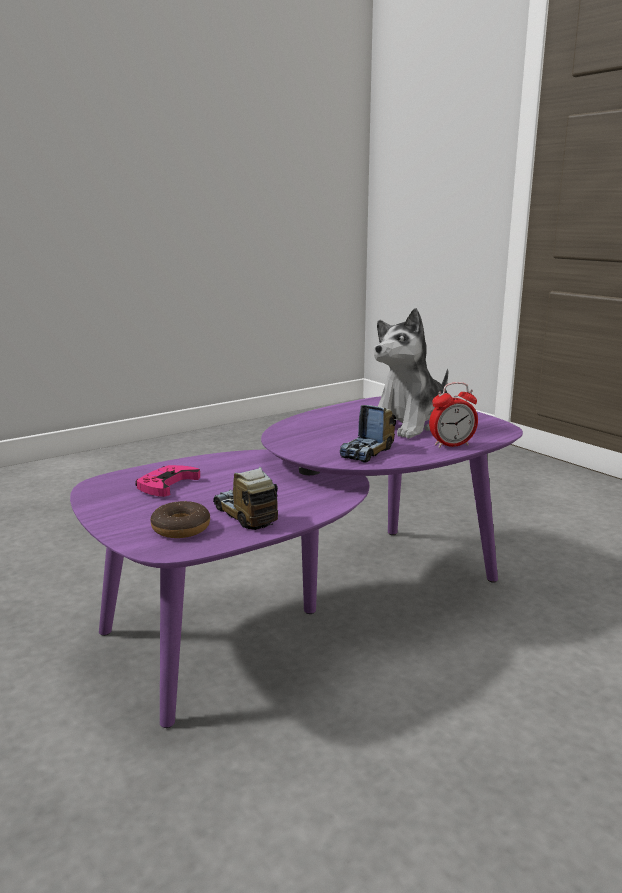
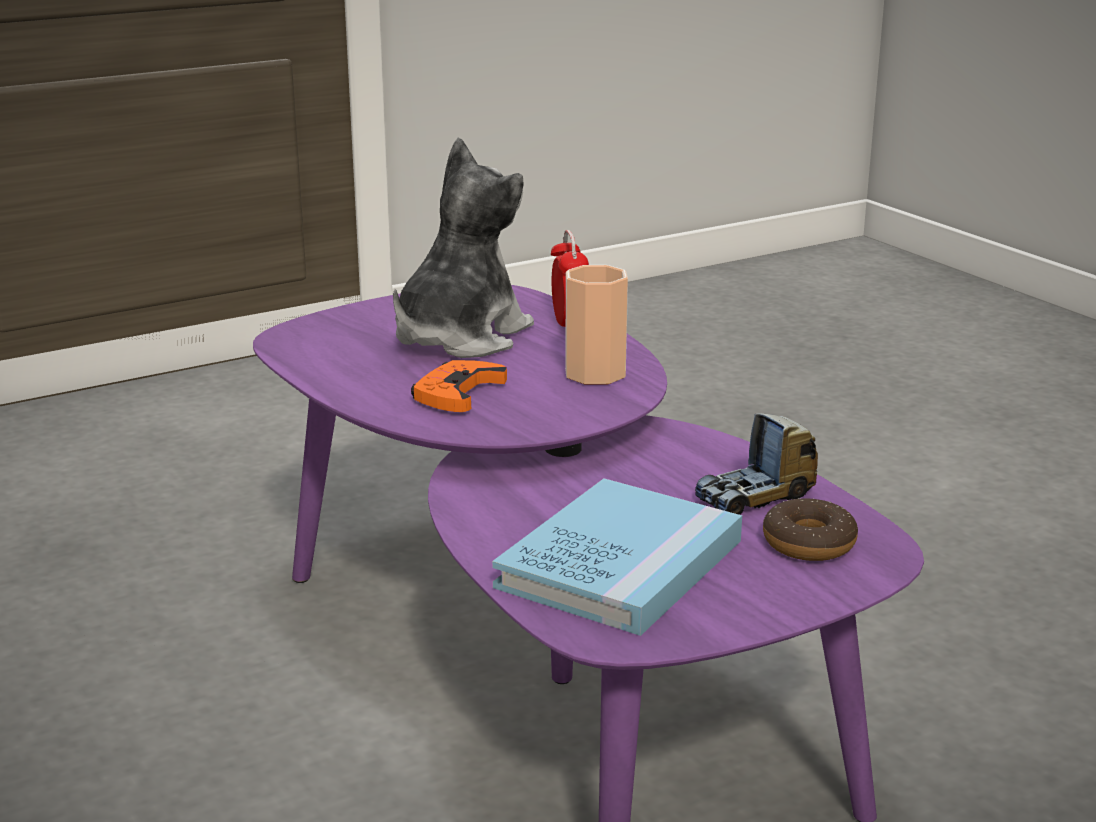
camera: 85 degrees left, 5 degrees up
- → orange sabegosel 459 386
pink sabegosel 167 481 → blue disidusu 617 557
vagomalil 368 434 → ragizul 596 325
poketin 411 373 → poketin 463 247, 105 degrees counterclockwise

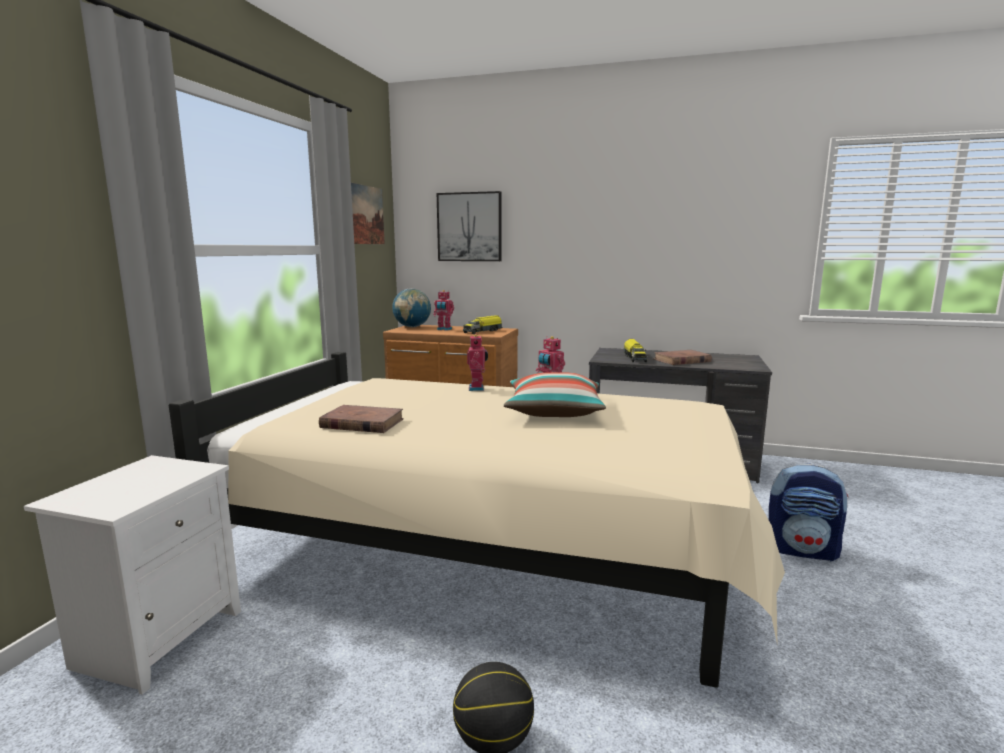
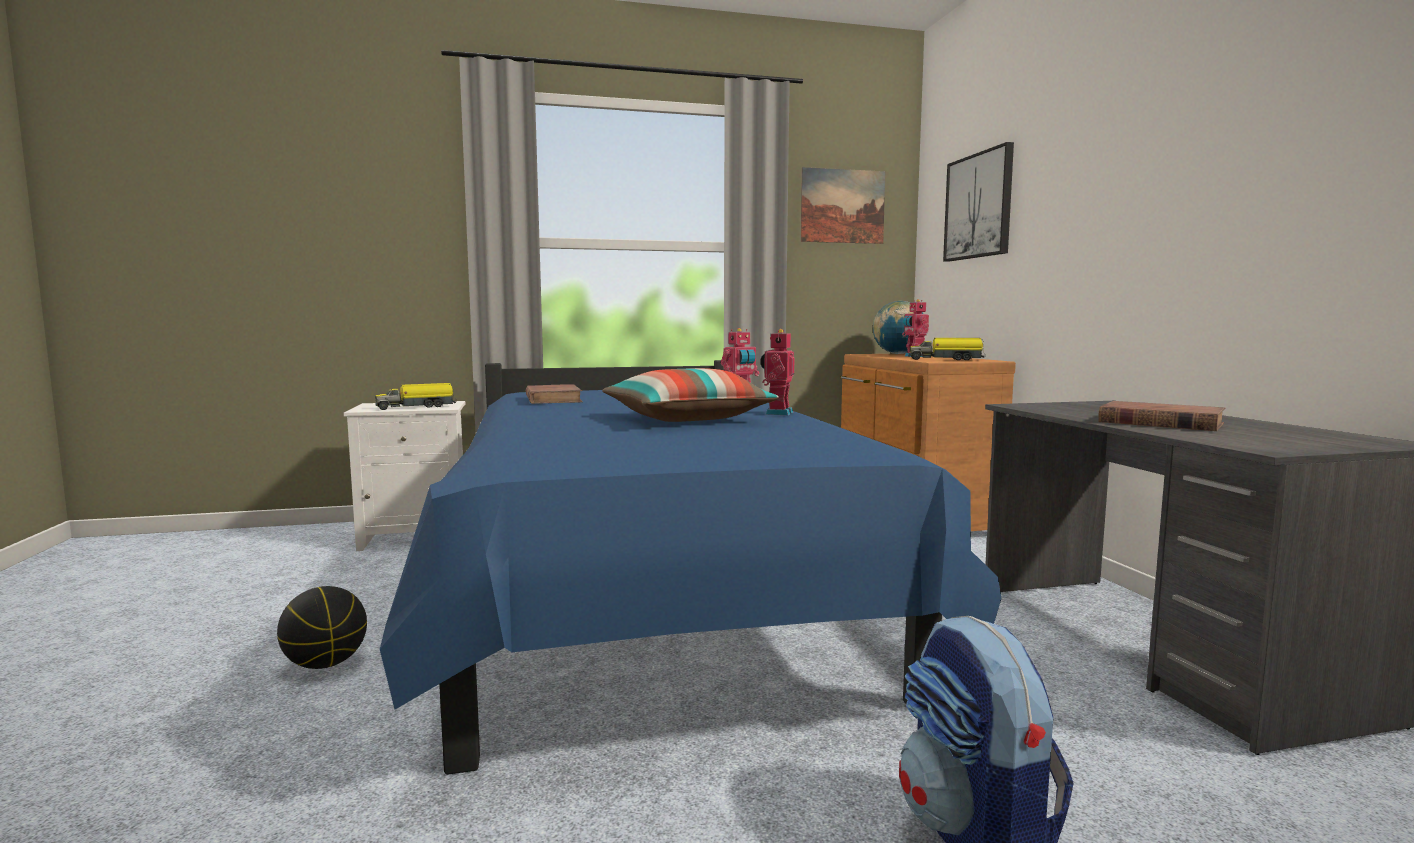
camera: 60 degrees right, 5 degrees down
vagomalil 635 350 → vagomalil 416 396, shifted
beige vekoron 477 520 → blue vekoron 690 567

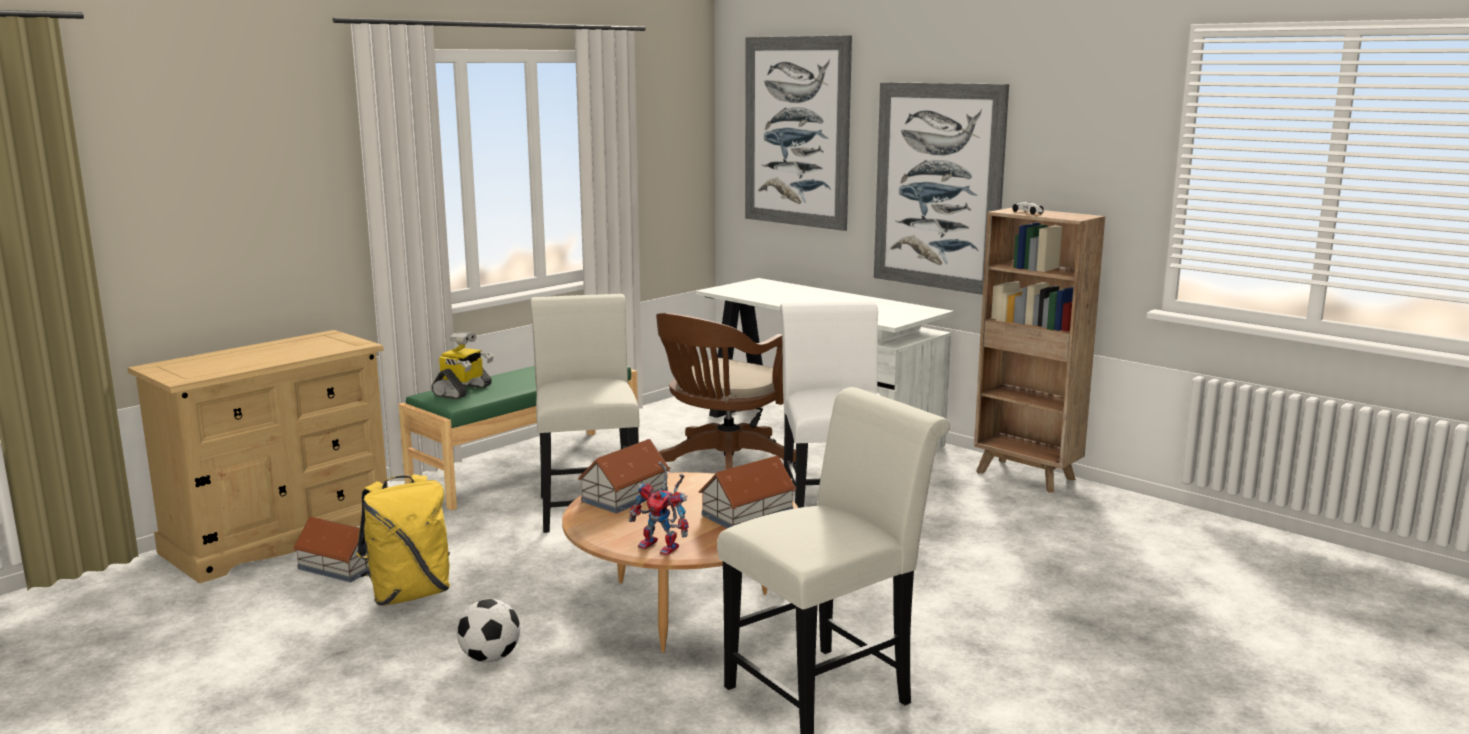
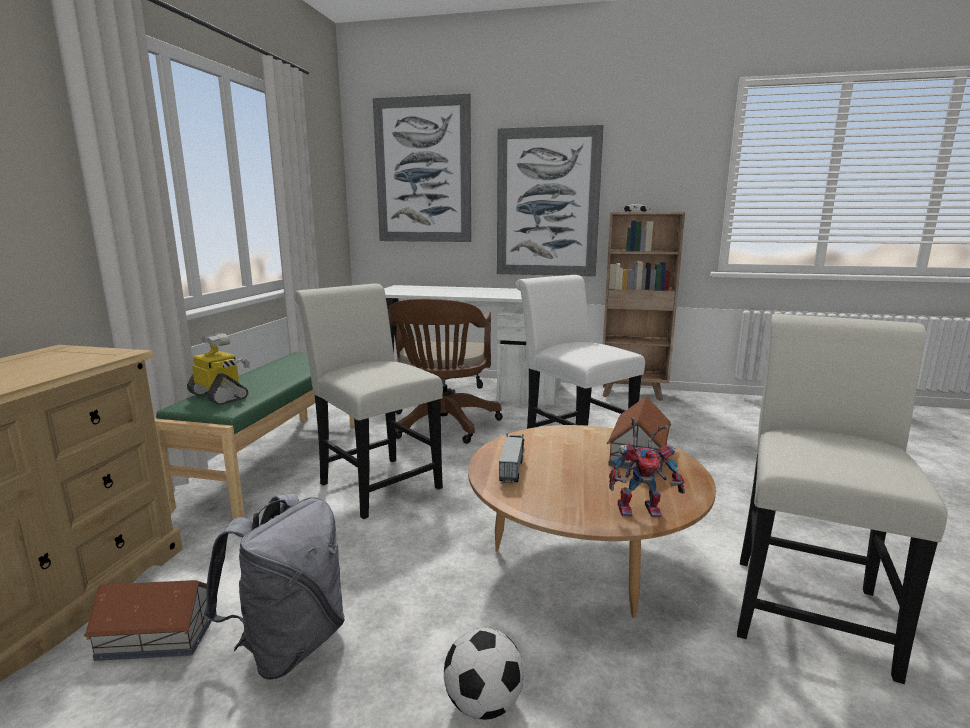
camera: 30 degrees left, 0 degrees up
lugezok 624 476 → vagomalil 511 458
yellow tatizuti 403 540 → grey tatizuti 274 586
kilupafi 462 365 → kilupafi 218 369, 45 degrees counterclockwise

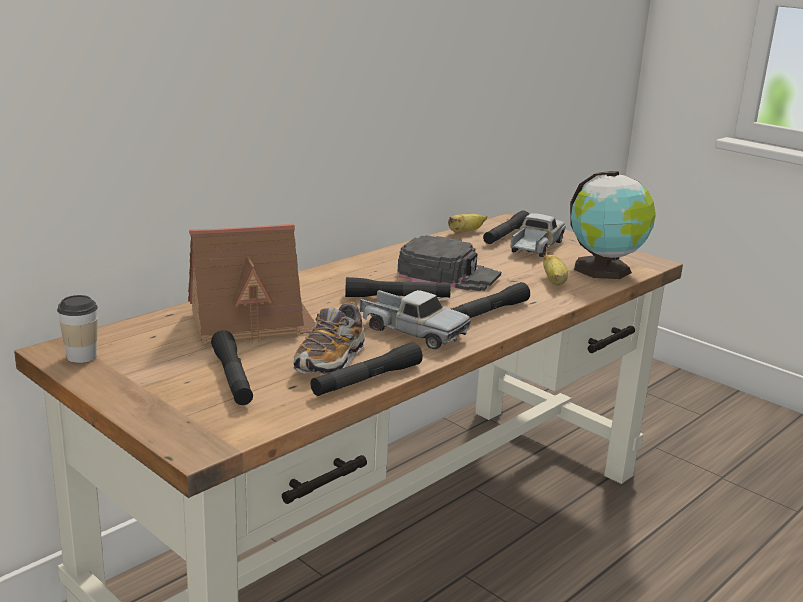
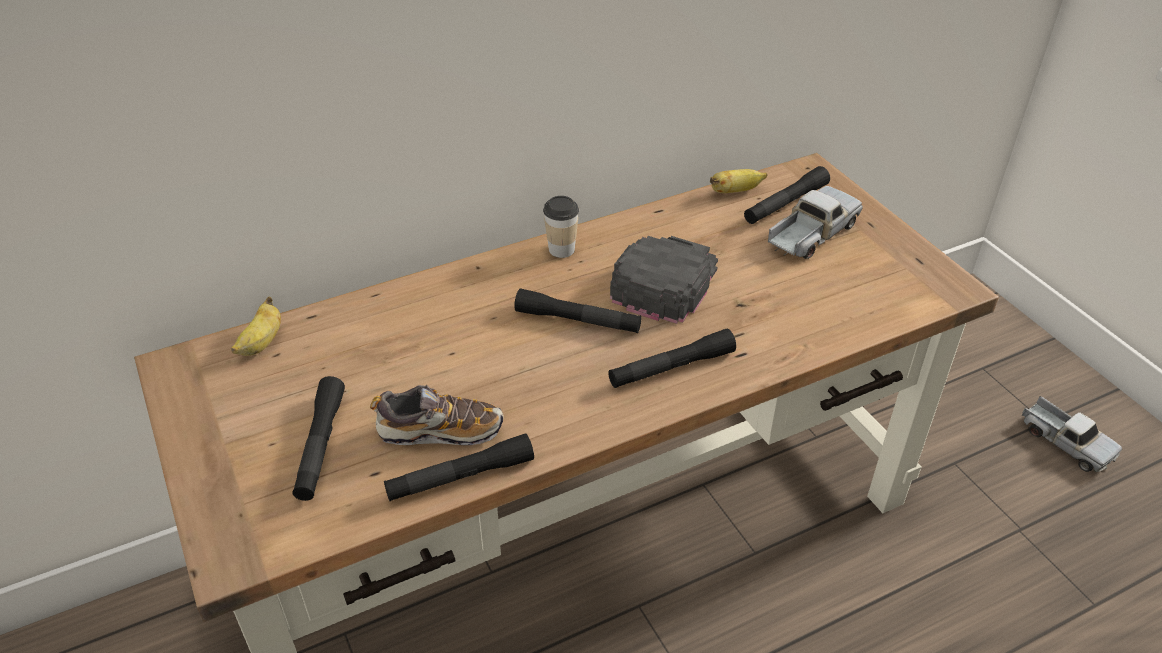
camera: 20 degrees right, 20 degrees up
lugezok 251 284 → -
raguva 613 225 → -
ragizul 77 329 → ragizul 561 227, shifted
vagomalil 415 319 → vagomalil 1072 434, shifted
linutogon 555 268 → linutogon 256 326, shifted
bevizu 329 338 → bevizu 437 415, 135 degrees counterclockwise
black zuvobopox 449 263 → black zuvobopox 664 280, 105 degrees counterclockwise

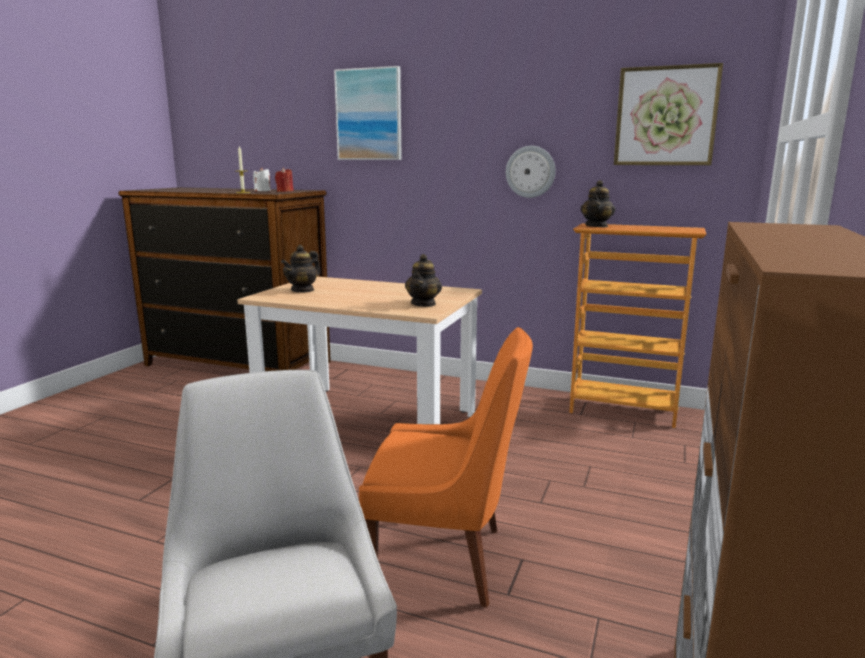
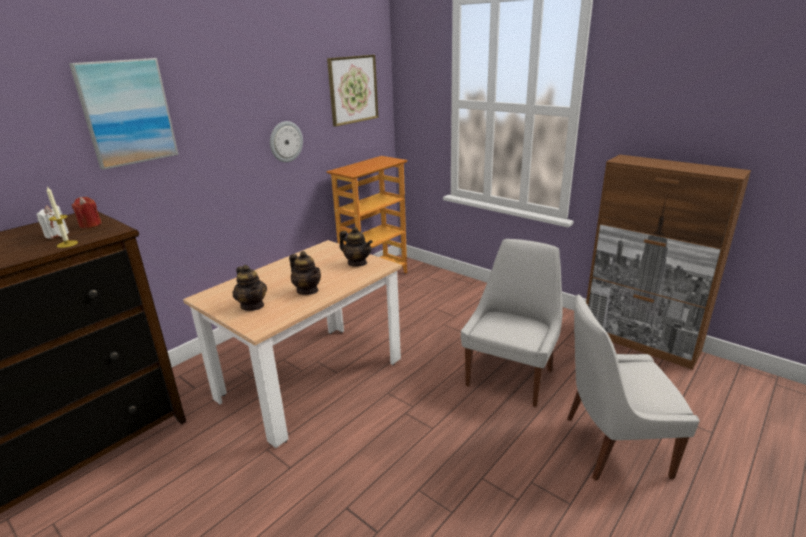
camera: 70 degrees left, 10 degrees up
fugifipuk 598 203 → fugifipuk 305 273, shifted
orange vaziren 446 467 → white vaziren 512 323

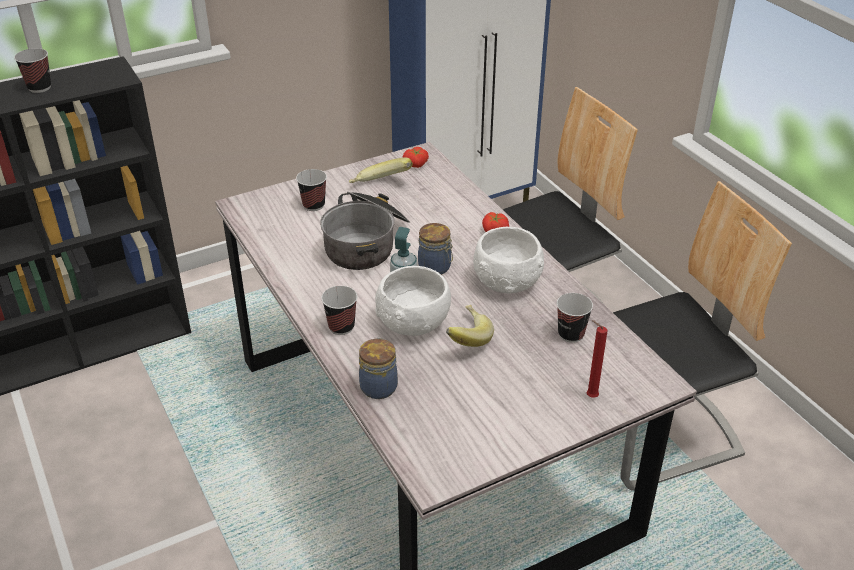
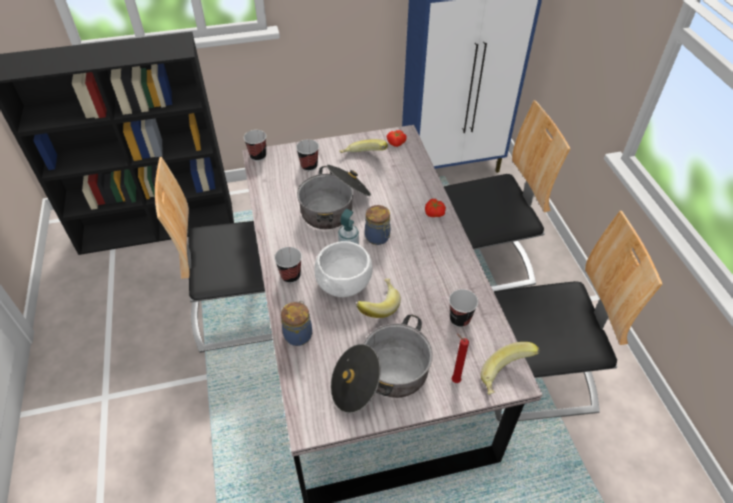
camera: 15 degrees right, 10 degrees up
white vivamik 508 260 → -
- → vaziren 214 255
- → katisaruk 382 364
- → linutogon 510 368
ragizul 32 70 → ragizul 255 145, shifted

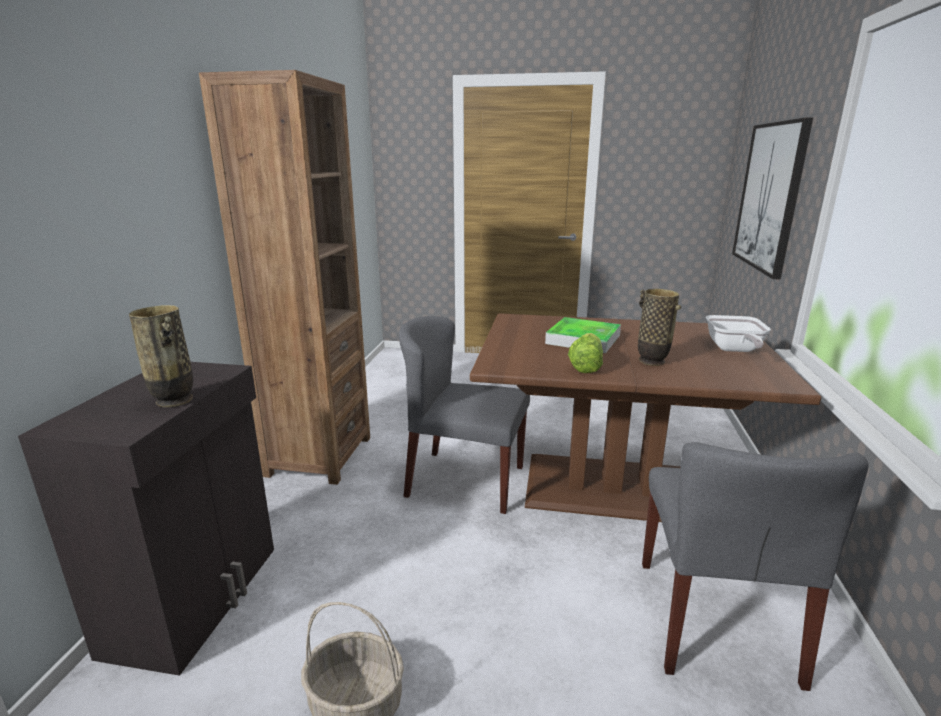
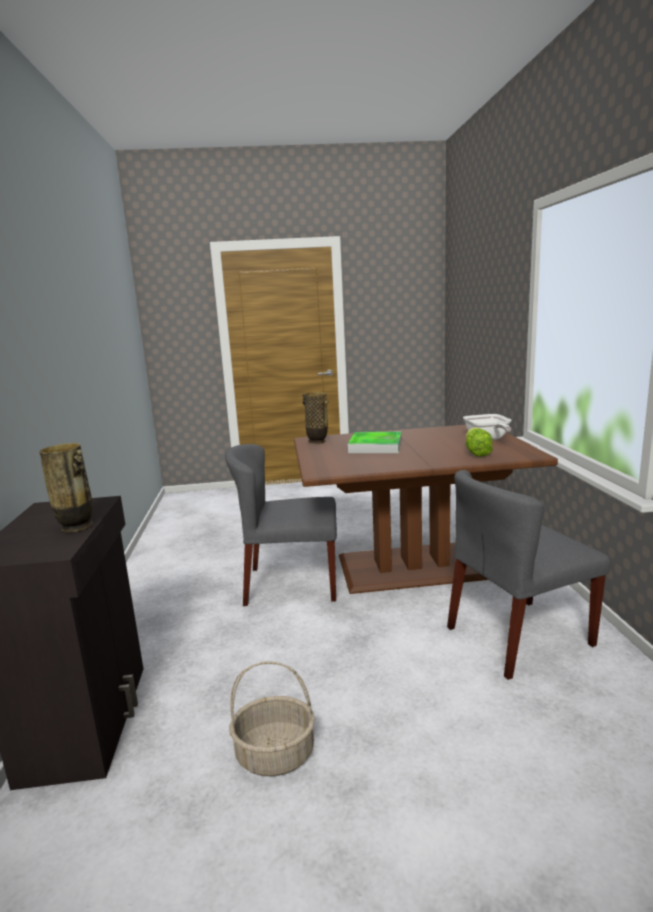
camera: 15 degrees left, 5 degrees down
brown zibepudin 284 277 → -
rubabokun 772 198 → -
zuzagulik 585 353 → zuzagulik 479 442, shifted
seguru 659 327 → seguru 315 418, shifted
grey vaziren 755 566 → grey vaziren 528 575, 75 degrees clockwise

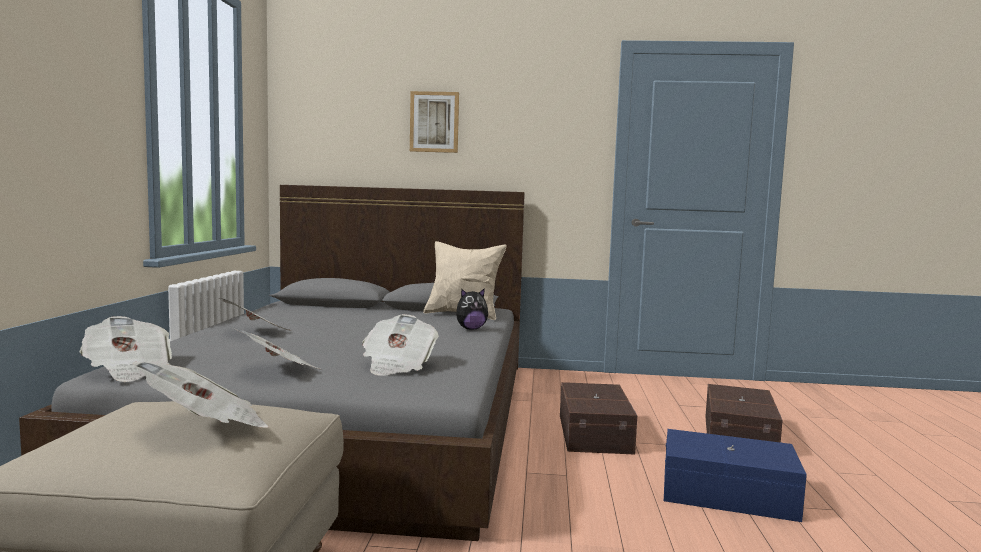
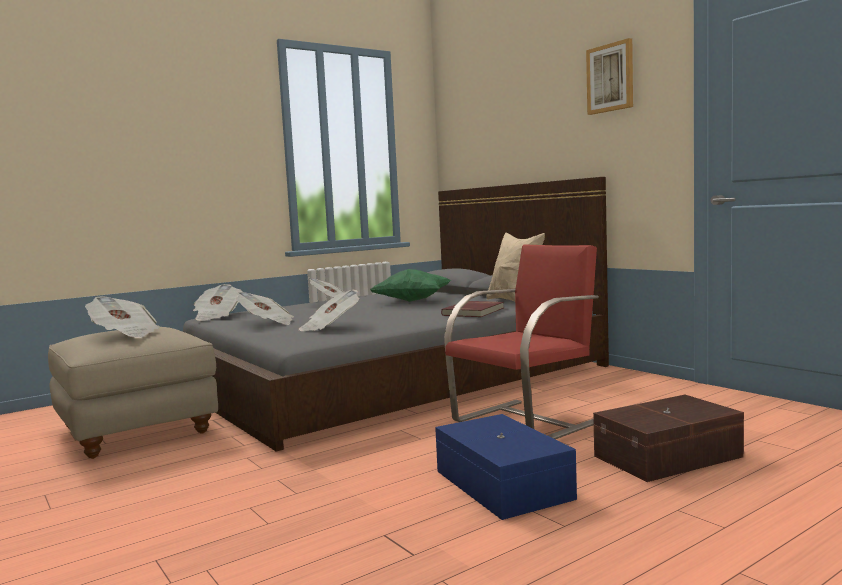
camera: 50 degrees right, 0 degrees up
- → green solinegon 410 285
rubabokun 434 122 → rubabokun 609 76, shifted
poketin 472 309 → red disidusu 472 309
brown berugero 598 418 → red vaziren 521 341

